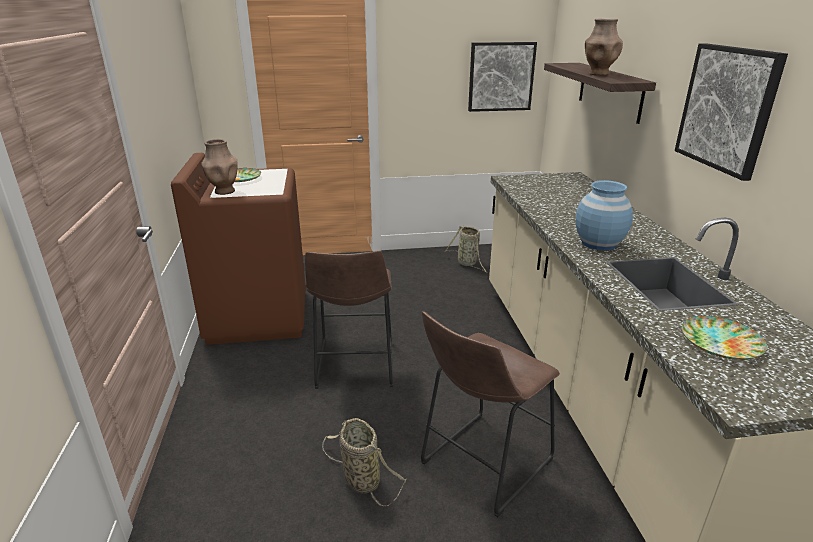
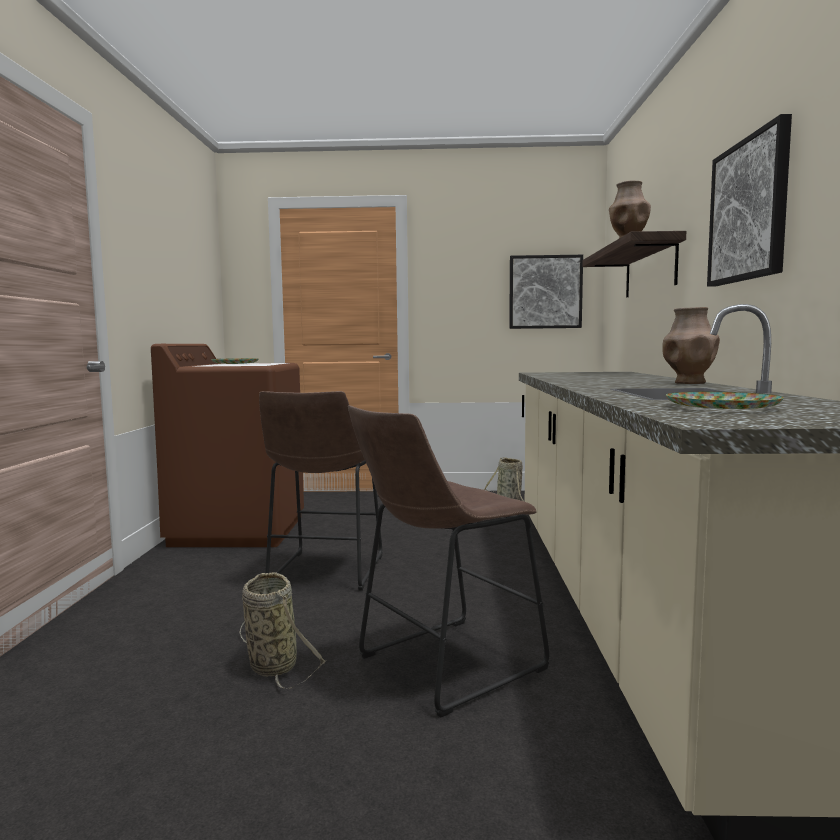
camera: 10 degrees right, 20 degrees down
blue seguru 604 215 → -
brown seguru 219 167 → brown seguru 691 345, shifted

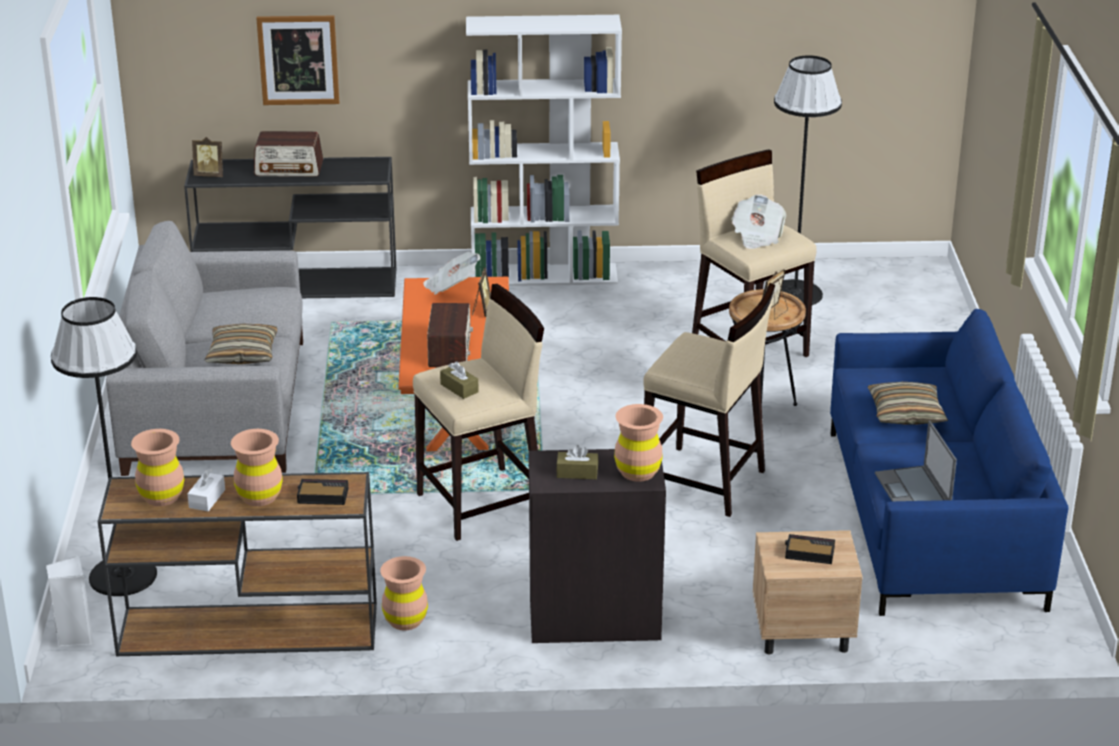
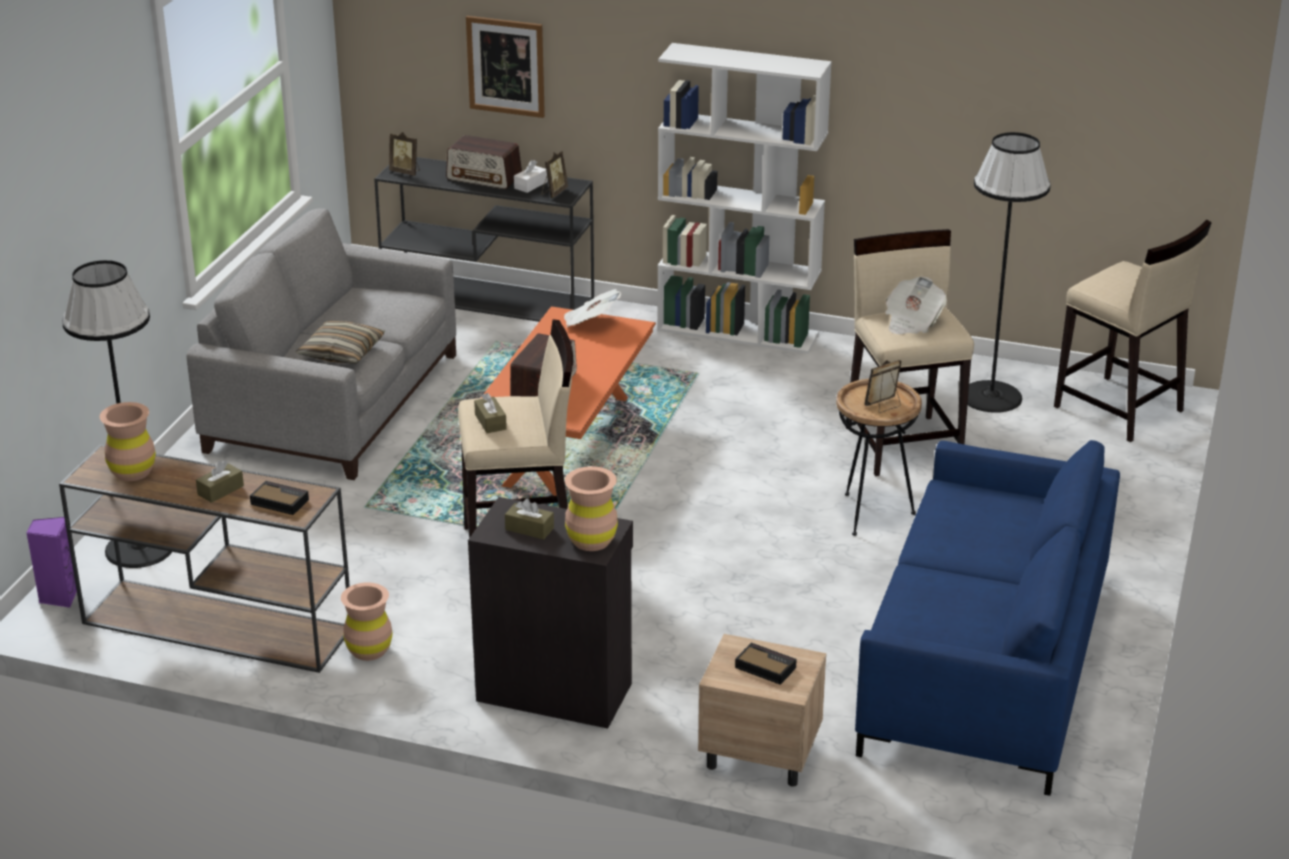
camera: 20 degrees right, 0 degrees up
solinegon 908 403 → -
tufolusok 916 461 → -
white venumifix 206 490 → white venumifix 530 176, shifted
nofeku 481 292 → nofeku 554 174, shifted
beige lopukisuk 709 400 → beige lopukisuk 1133 331, shifted
brown seguru 257 467 → brown venumifix 220 481
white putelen 69 601 → purple putelen 51 562

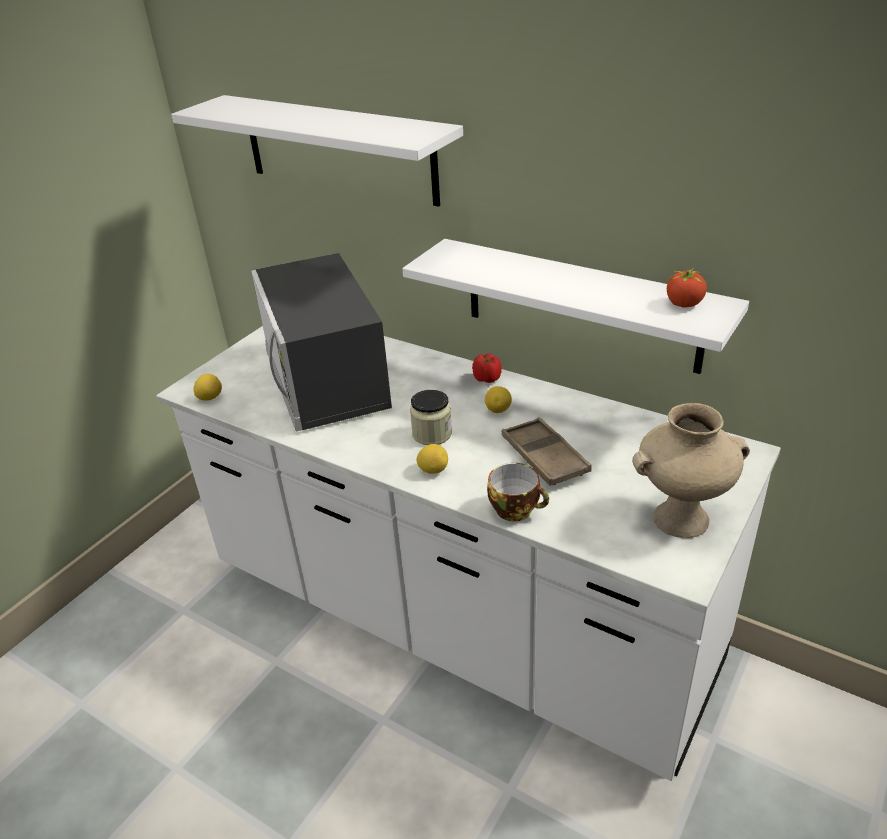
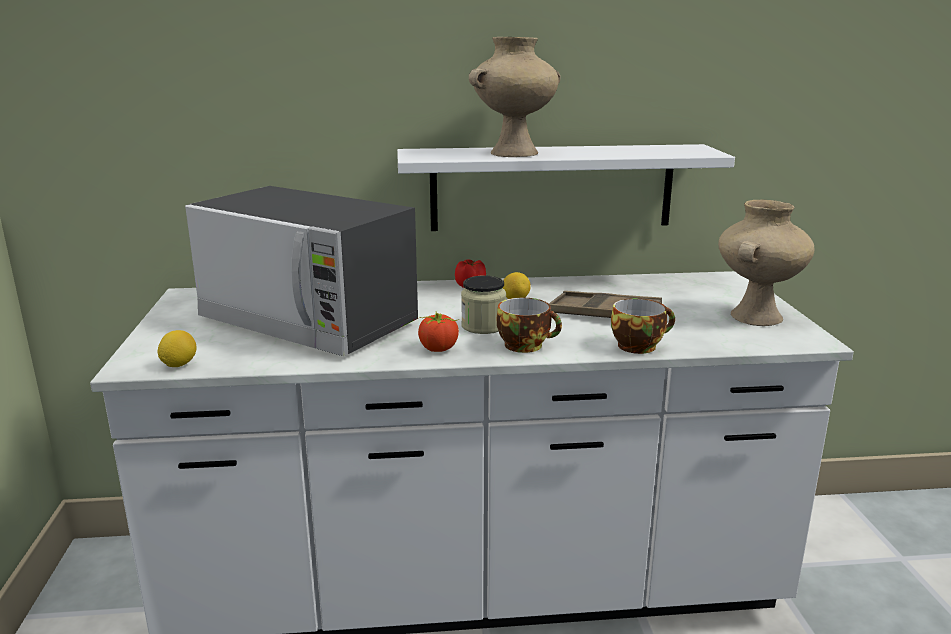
camera: 40 degrees left, 15 degrees down
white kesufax 317 151 → -
- → beige seguru 515 97
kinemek 687 287 → kinemek 438 332, shifted
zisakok 432 459 → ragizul 529 325

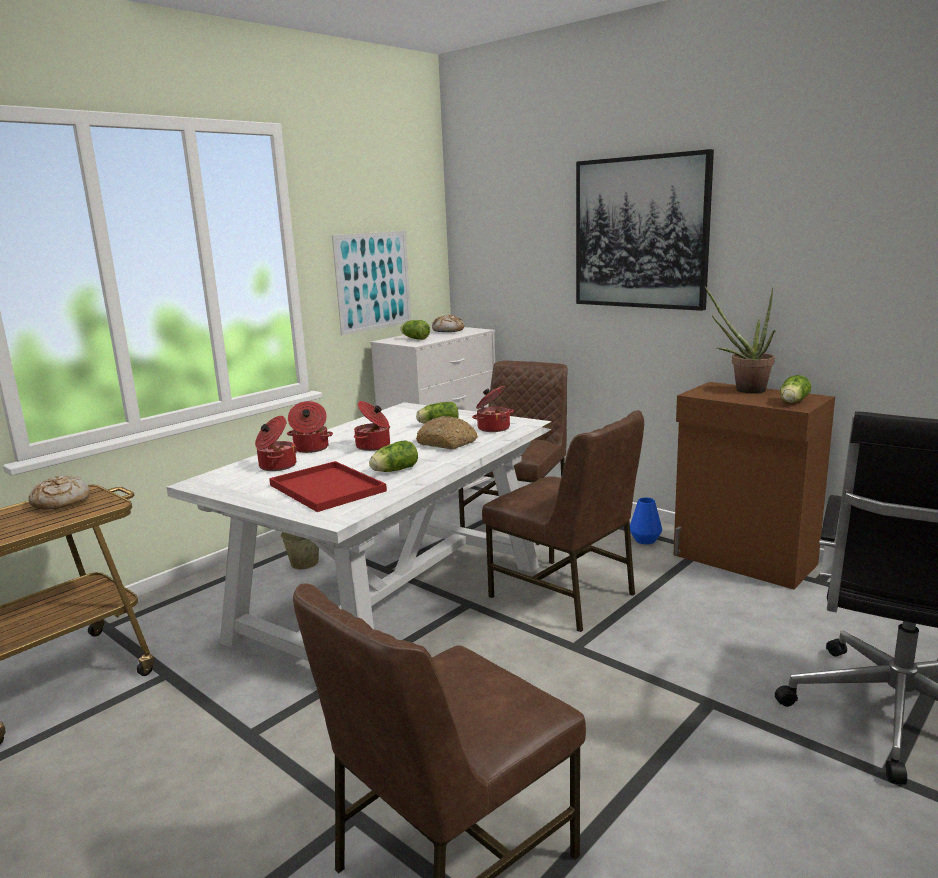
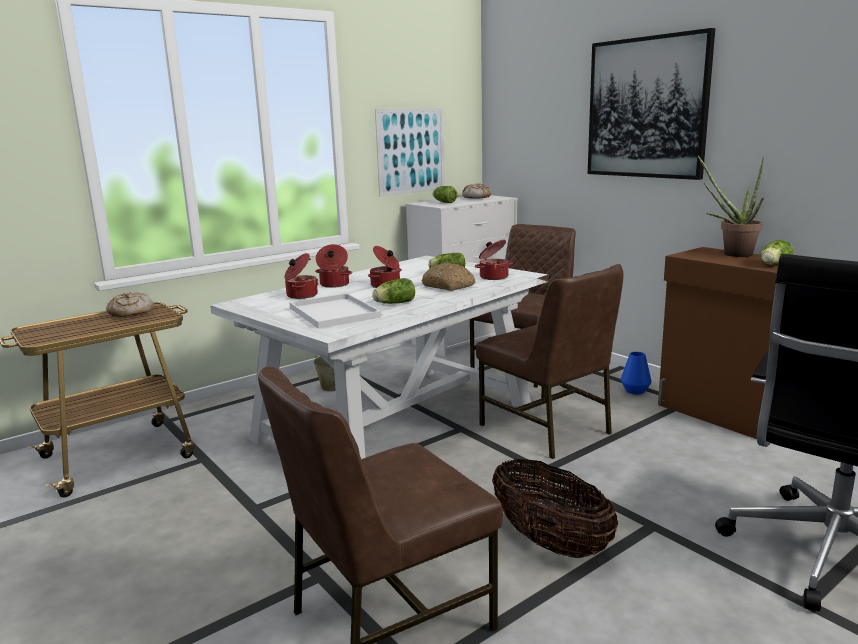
camera: 10 degrees right, 0 degrees up
- → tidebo 555 508
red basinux 328 486 → white basinux 335 311

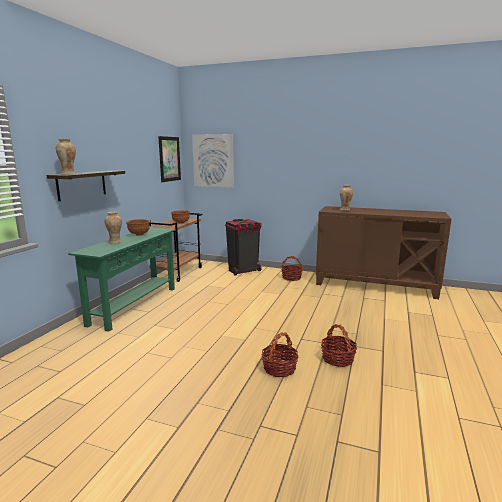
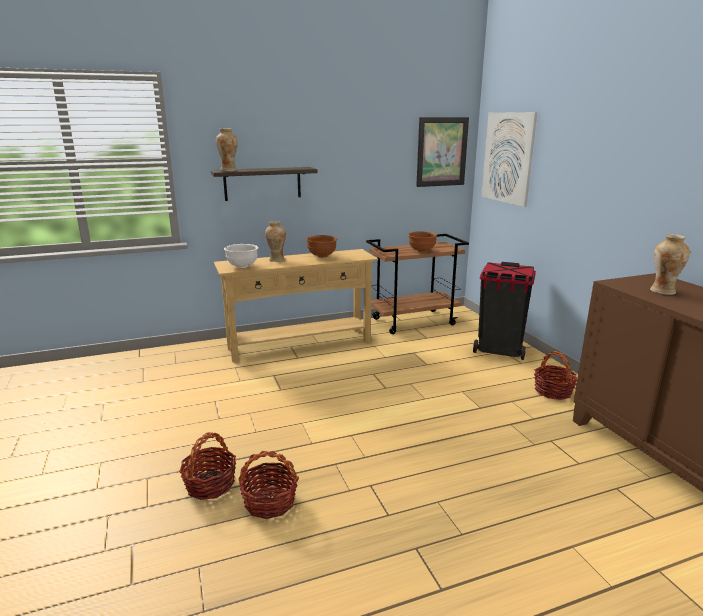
camera: 50 degrees right, 5 degrees up
- → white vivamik 241 256
tidebo 339 345 → tidebo 207 466, shifted
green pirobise 122 279 → beige pirobise 296 305

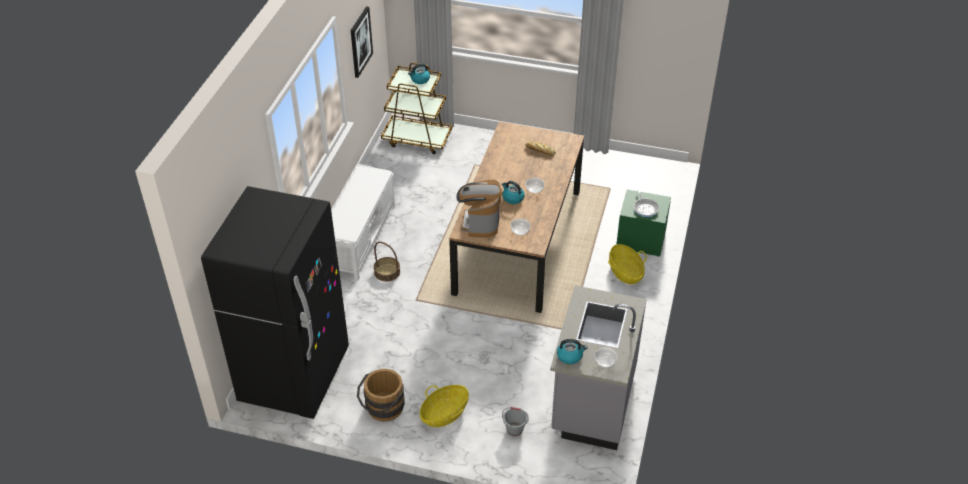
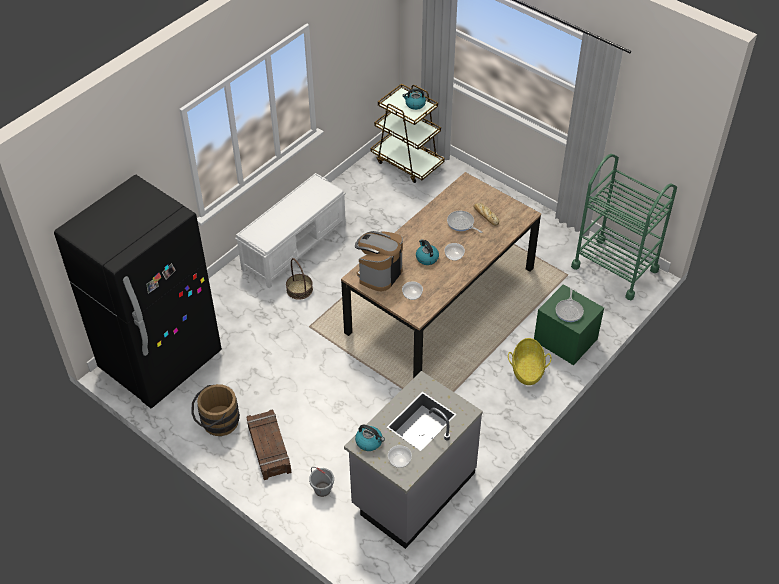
camera: 25 degrees right, 5 degrees up
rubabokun 362 42 → -
- → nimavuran 464 222
- → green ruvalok 624 227
tidebo 444 406 → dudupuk 268 445

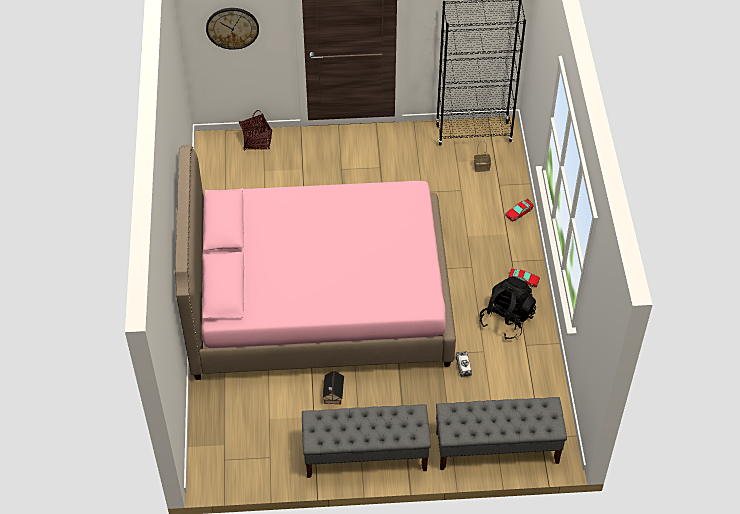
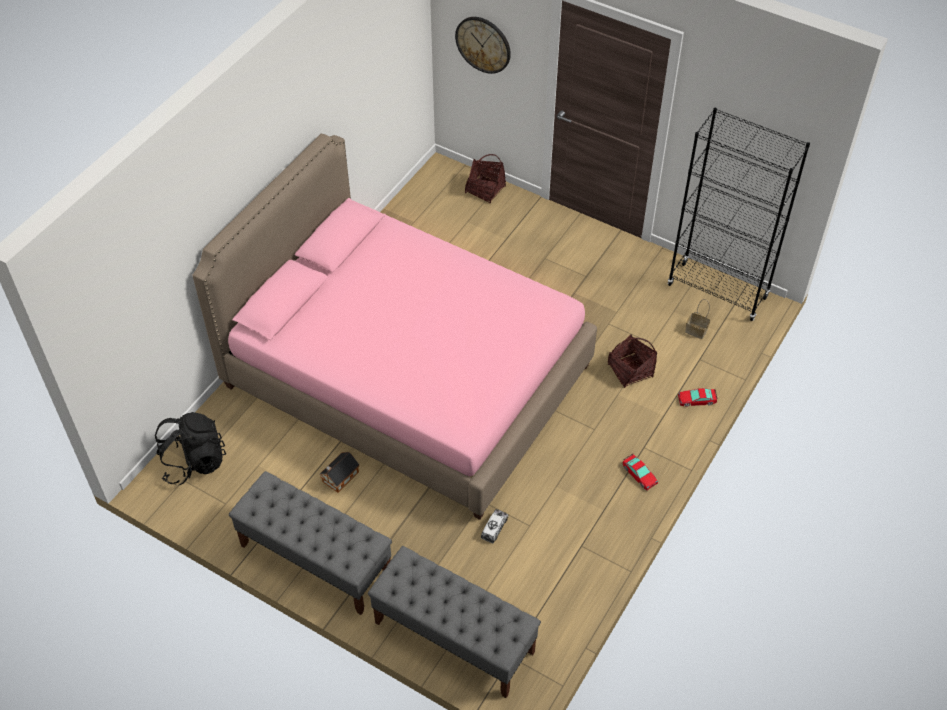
camera: 35 degrees right, 0 degrees up
- → tidebo 632 361
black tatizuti 508 308 → black tatizuti 190 448, shifted

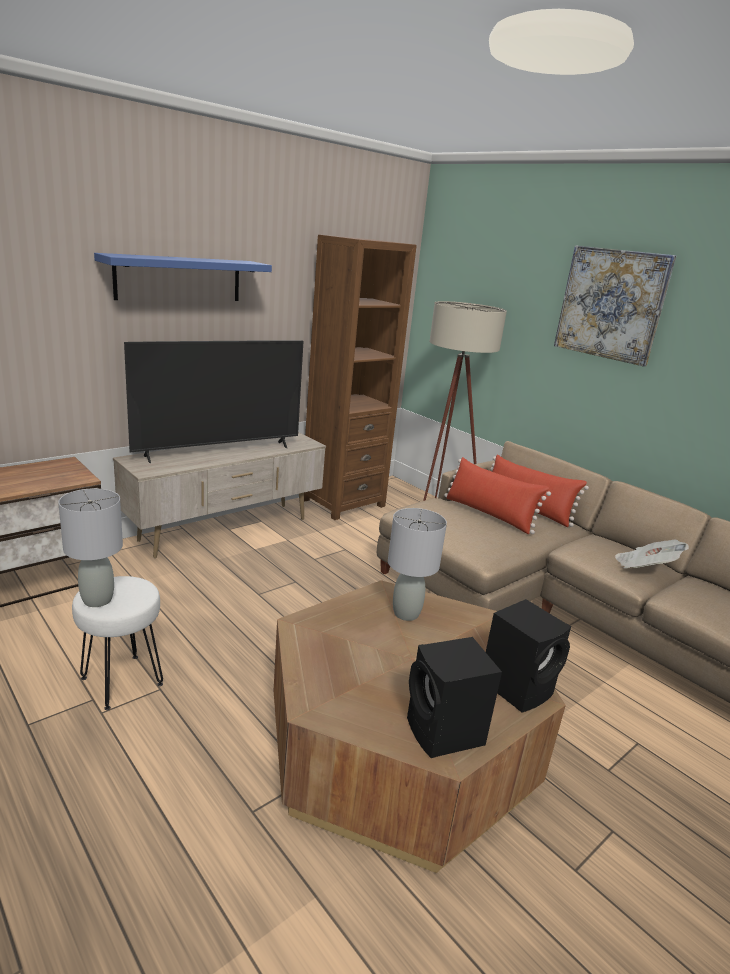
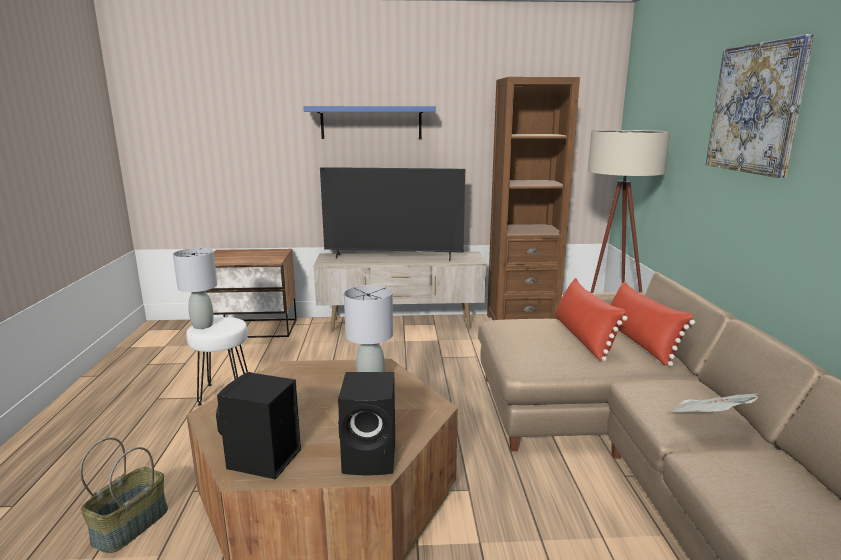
camera: 40 degrees right, 5 degrees down
- → tidebo 124 495

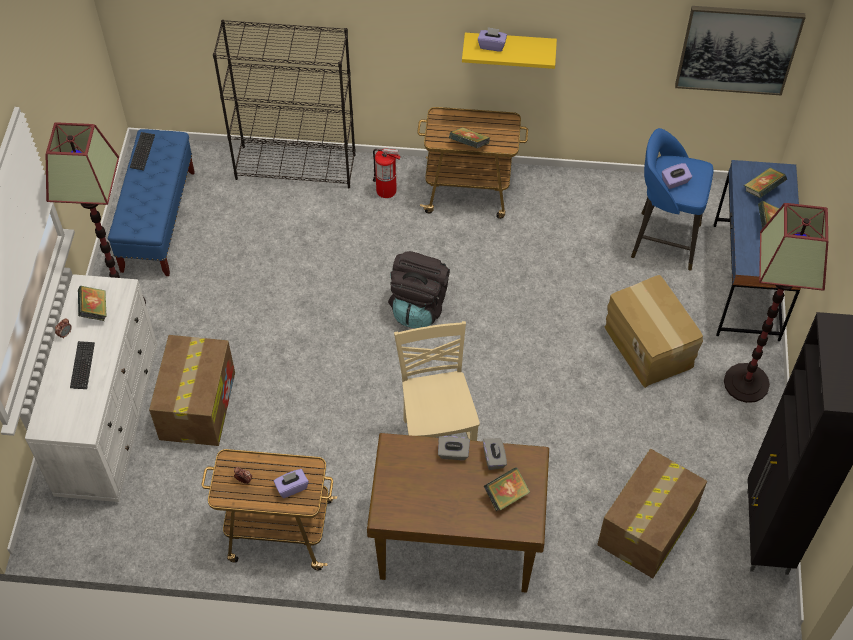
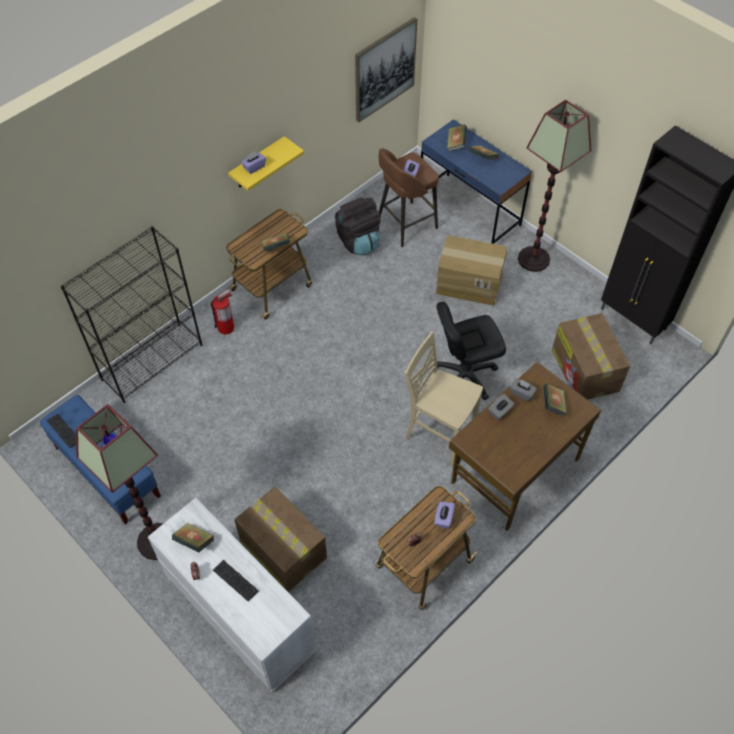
camera: 50 degrees left, 0 degrees up
- → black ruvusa 471 351
black tatizuti 419 290 → black tatizuti 358 226, shifted
blue lopukisuk 672 199 → brown lopukisuk 409 197

